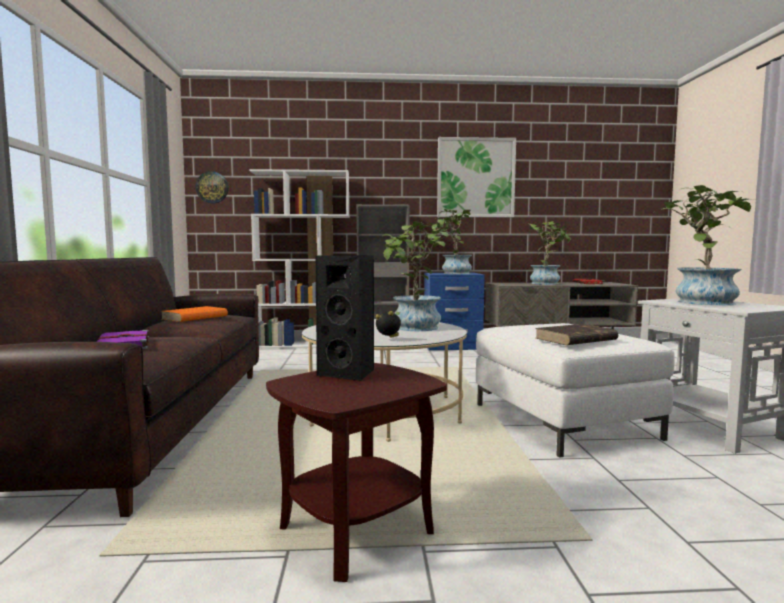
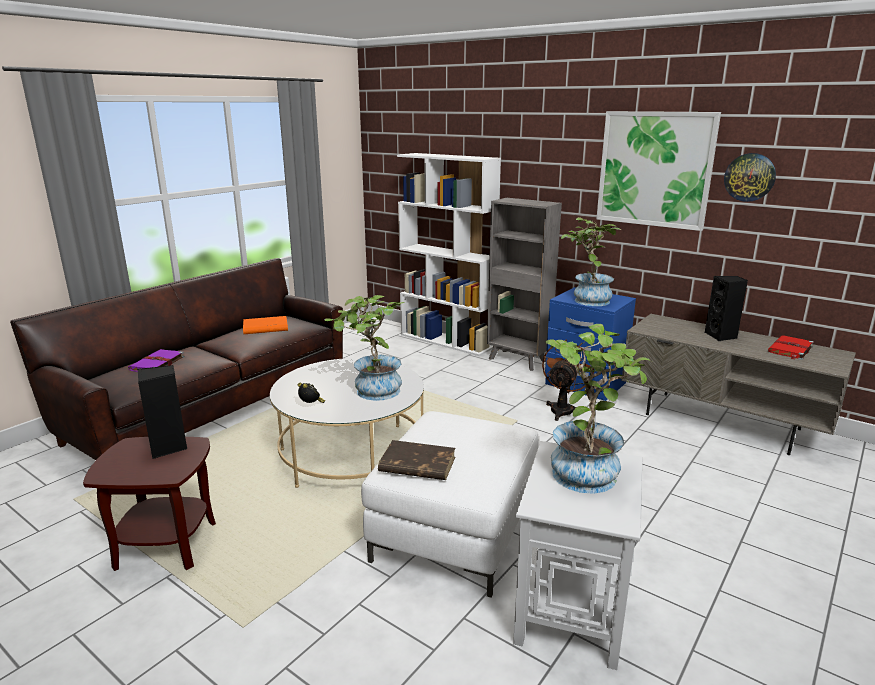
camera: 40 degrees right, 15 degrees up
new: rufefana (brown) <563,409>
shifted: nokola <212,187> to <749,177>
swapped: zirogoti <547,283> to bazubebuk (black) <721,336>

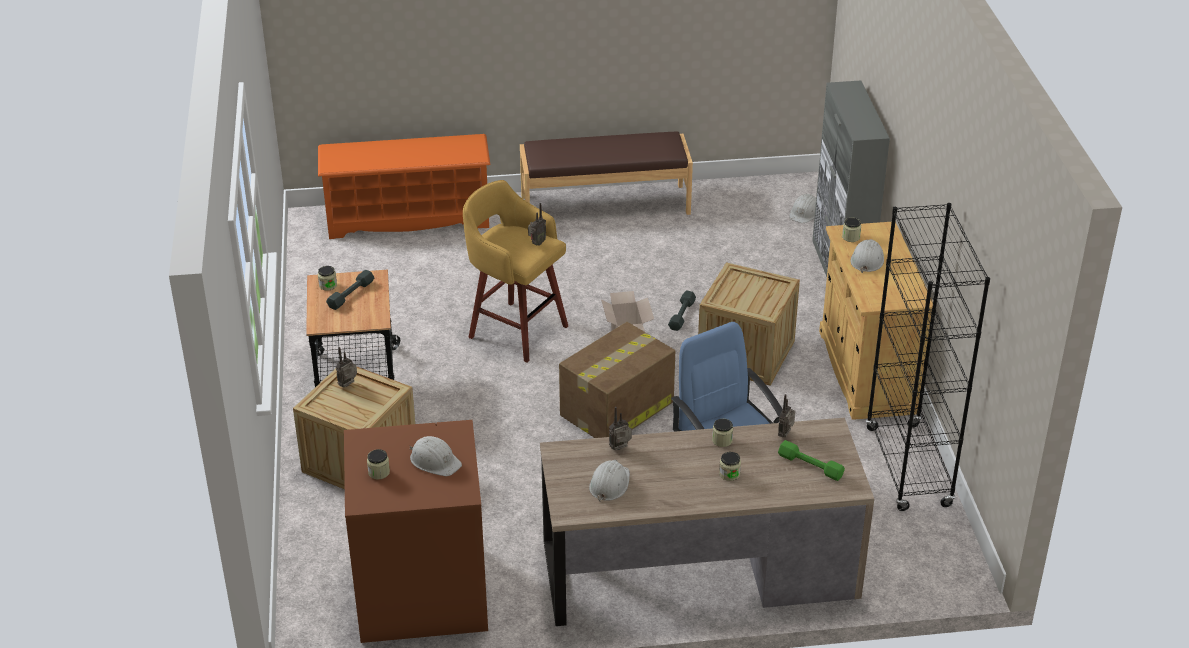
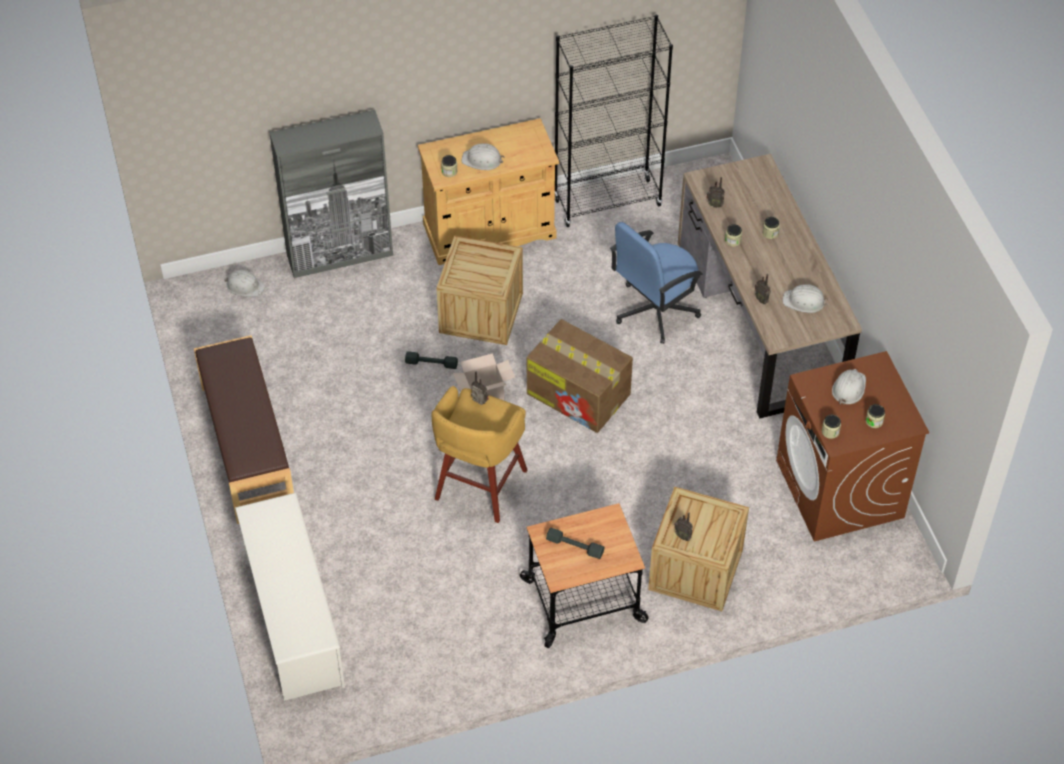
camera: 100 degrees left, 15 degrees up
gone: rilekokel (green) <810,465>
shifted: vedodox <328,285> to <830,431>
repainted: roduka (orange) <408,218> to roduka (white) <294,620>

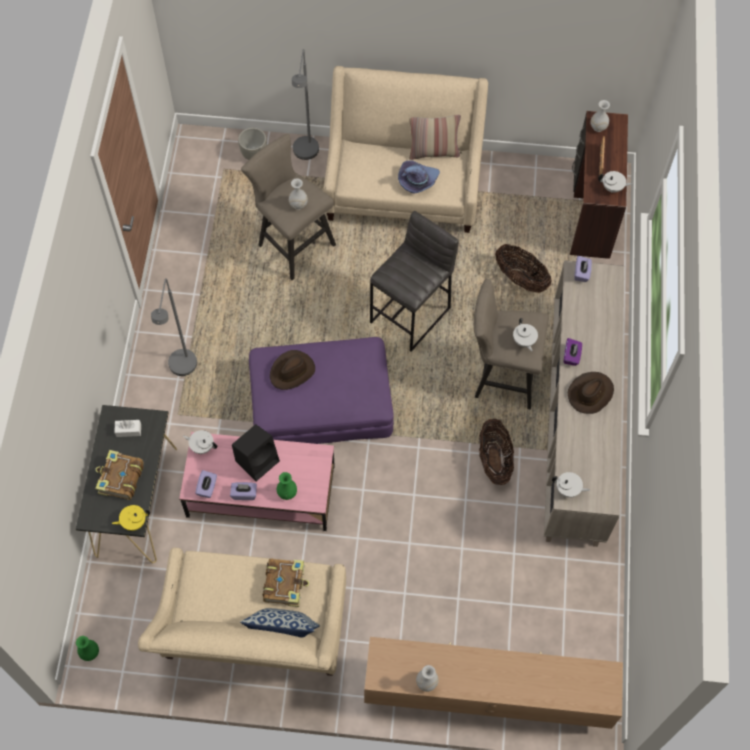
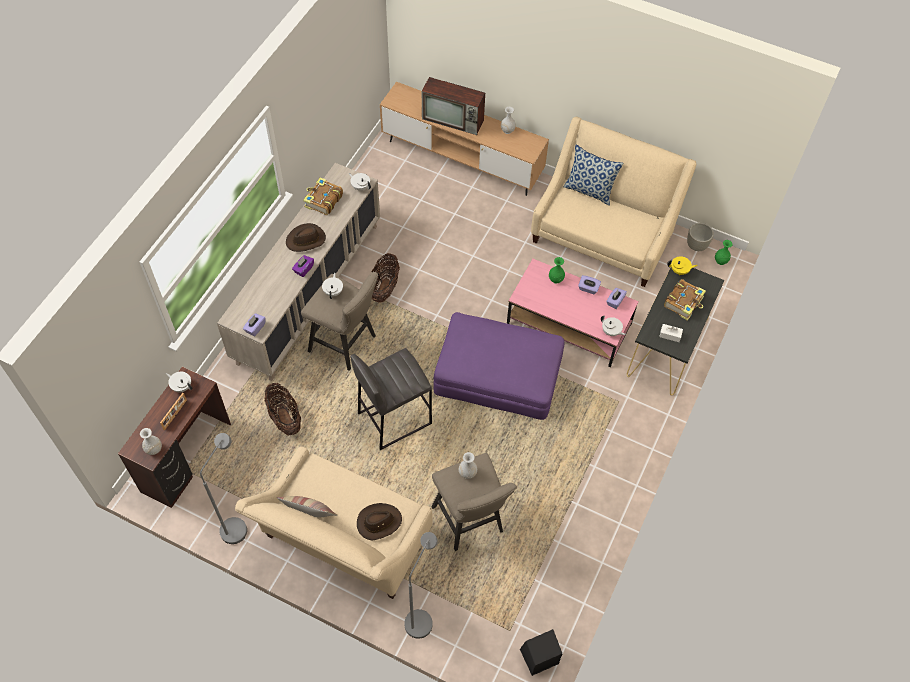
camera: 160 degrees left, 5 degrees down
gone: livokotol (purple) <417,181>
new: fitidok <454,120>
shifted: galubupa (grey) <182,371> to <237,524>; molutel <285,584> to <323,201>; livokotol (brown) <292,371> to <379,522>; bazubebuk (black) <258,460> to <538,657>; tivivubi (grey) <253,154> to <696,246>

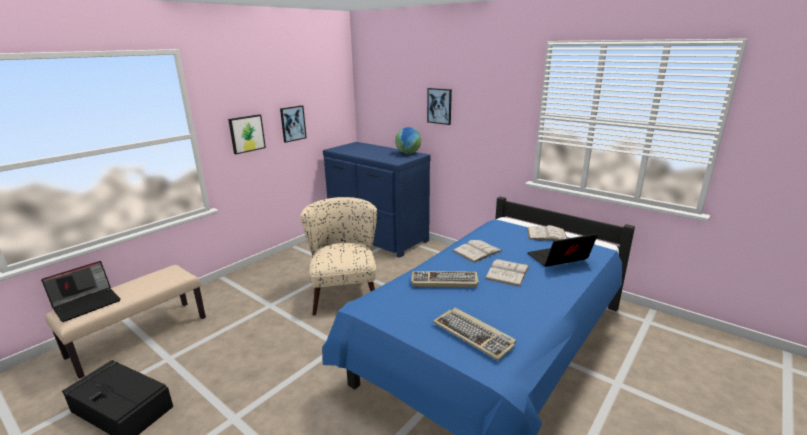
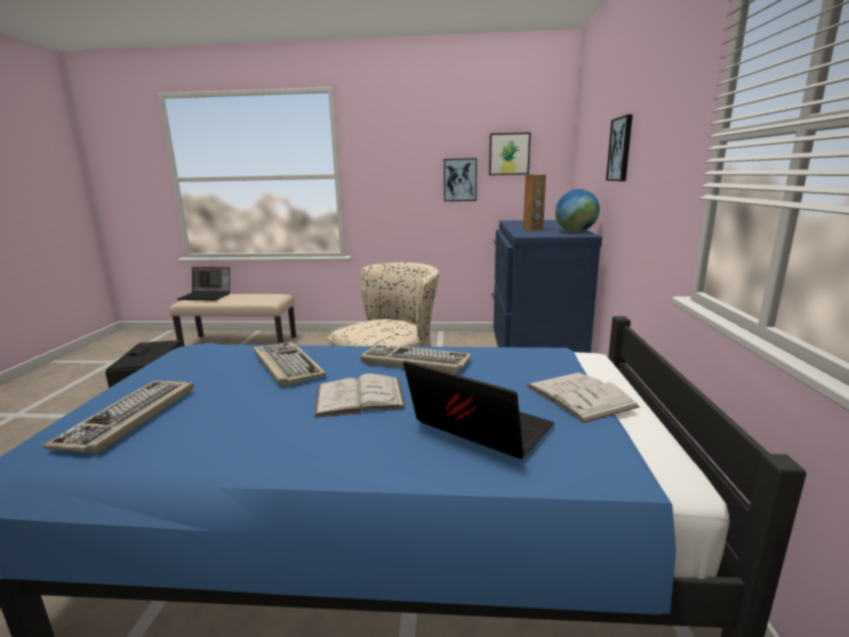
camera: 55 degrees right, 5 degrees down
new: bazubebuk (brown) <533,229>
shifted: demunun <246,133> to <509,154>
swapped: molutel (white) <477,251> to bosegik <414,362>

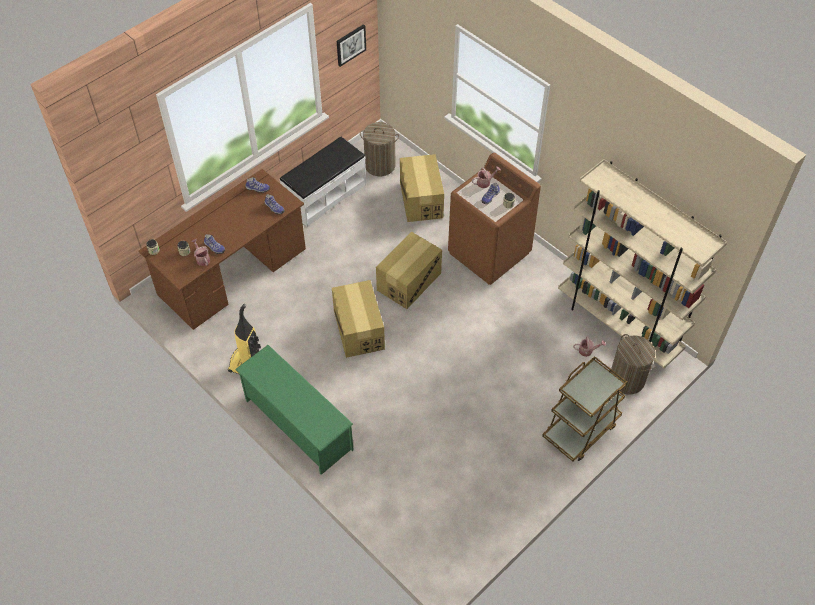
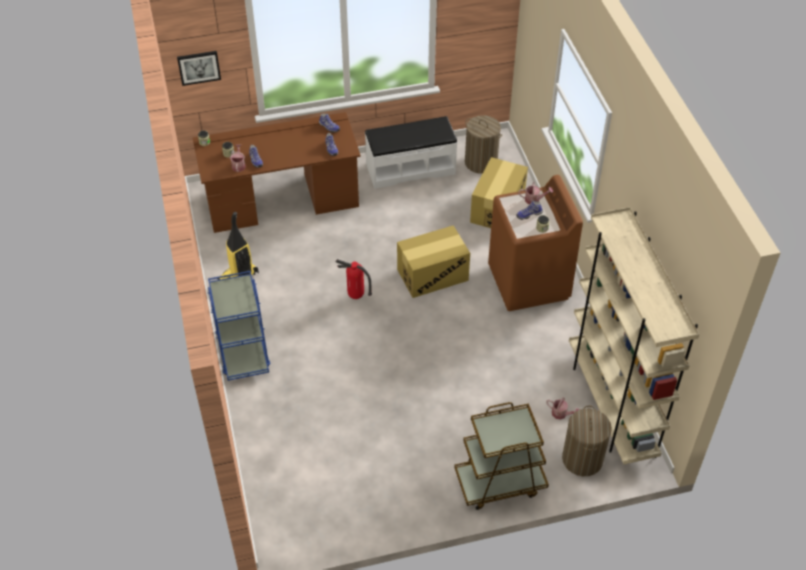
camera: 30 degrees right, 5 degrees down
shifted: demunun <350,44> to <199,67>
swapped: roduka (green) <297,424> to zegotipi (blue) <243,351>; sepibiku <359,330> to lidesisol <355,296>

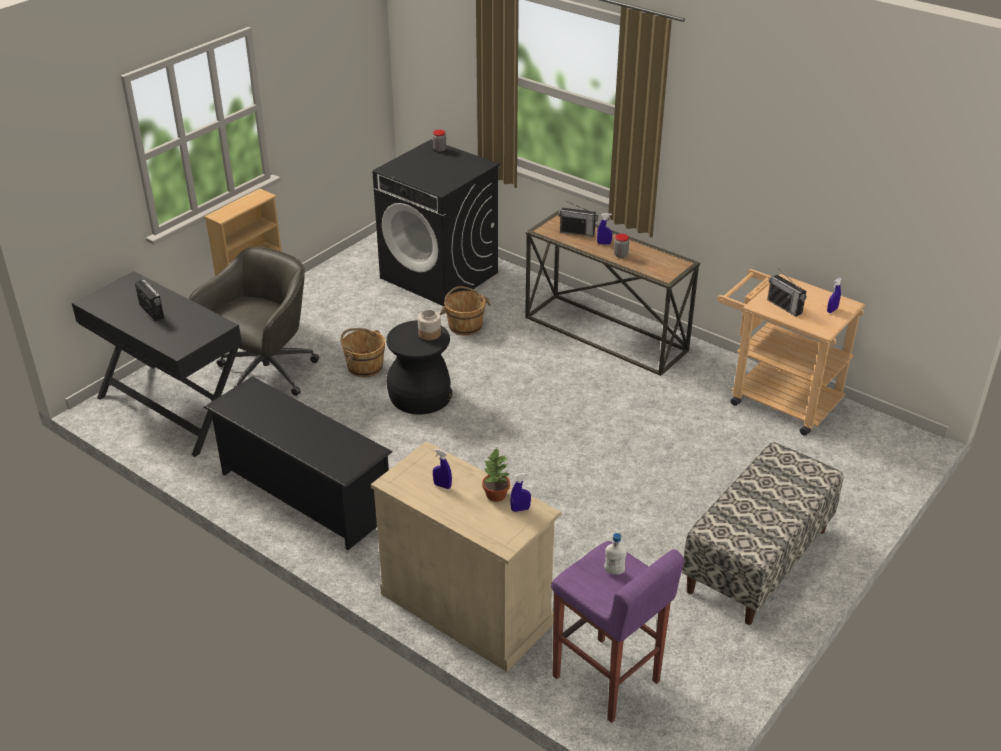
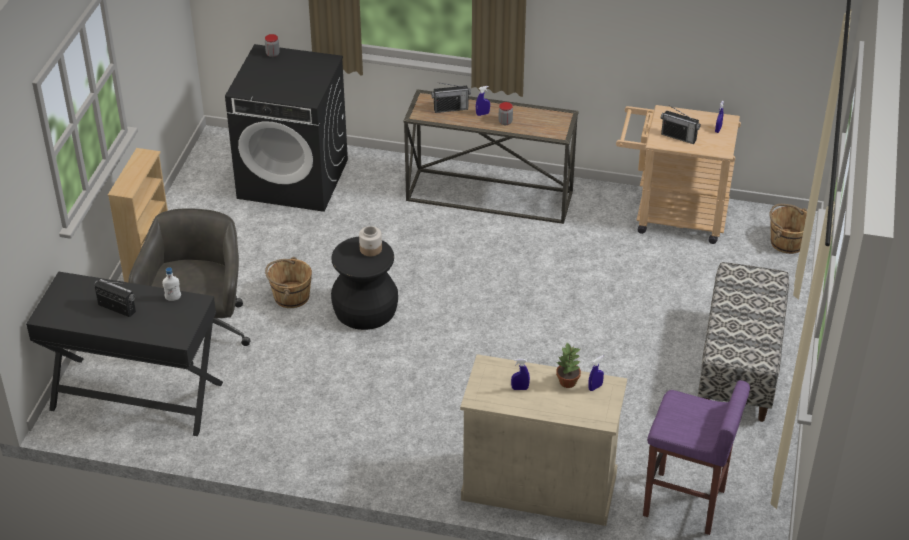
camera: 25 degrees left, 5 degrees up
gone: roduka (black) <304,494>
shifted: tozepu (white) <614,571> to <173,298>; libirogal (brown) <465,325> to <787,242>

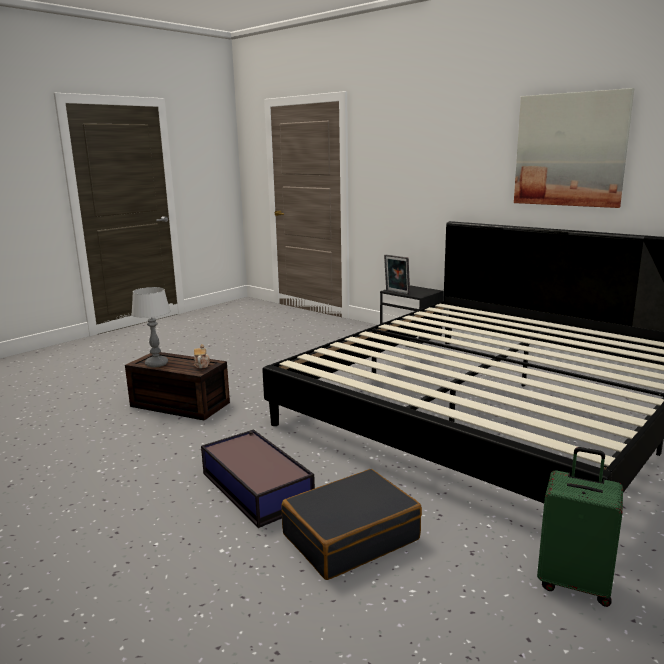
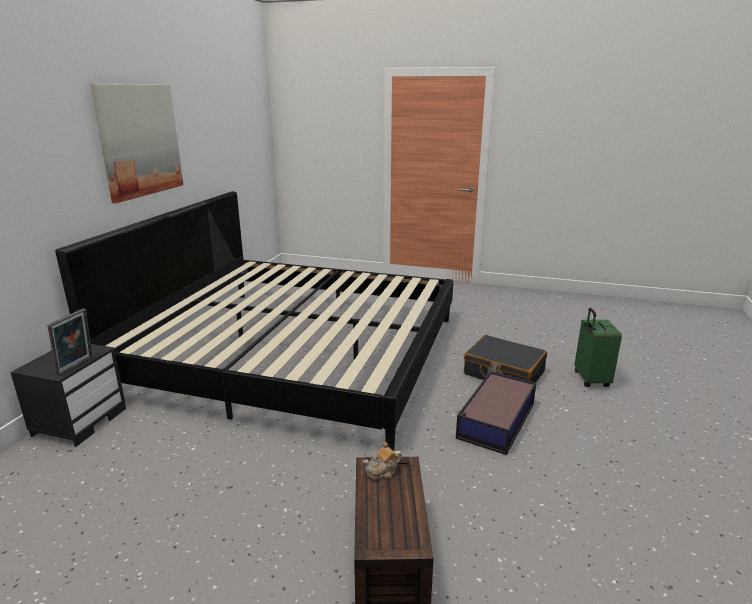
camera: 115 degrees left, 5 degrees up
gone: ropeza <157,364>
shifted: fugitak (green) <575,583> to <590,380>

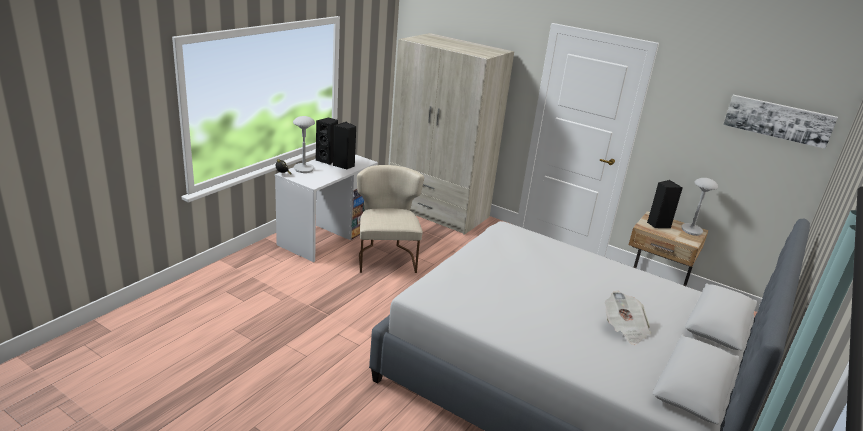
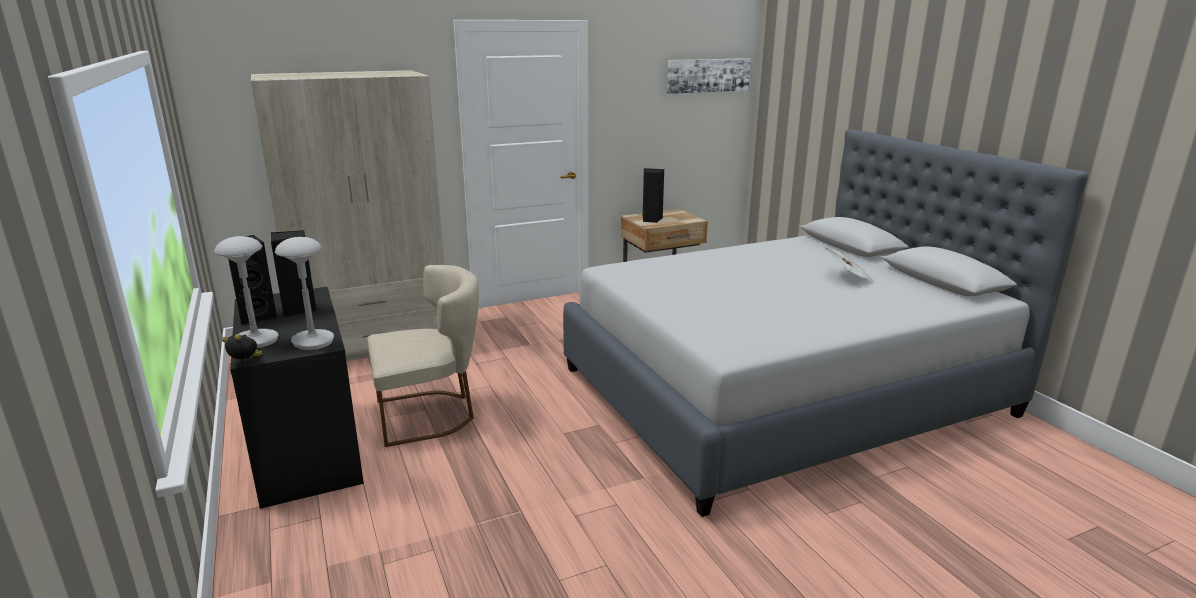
camera: 55 degrees left, 5 degrees down
shifted: ropeza (grey) <691,230> to <313,341>
repainted: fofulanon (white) <327,236> to fofulanon (black) <306,448>
rotated: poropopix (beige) <386,257> = <431,414> 135 degrees clockwise

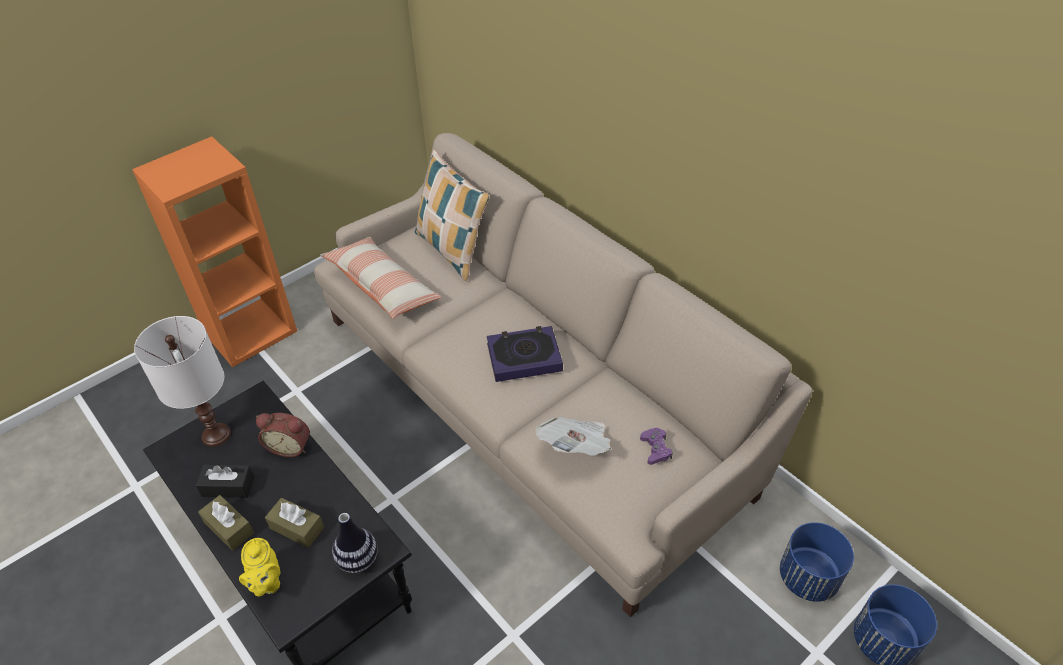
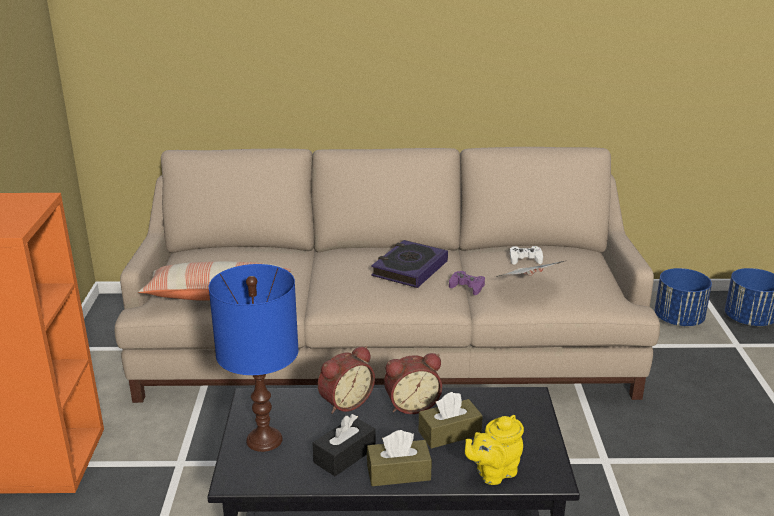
camera: 50 degrees left, 20 degrees down
gone: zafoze <358,559>; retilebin <452,250>
new: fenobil <411,404>; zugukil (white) <525,259>
shifted: zugukil (purple) <655,449> to <467,287>
repainted: ropeza (white) <215,434> to ropeza (blue) <263,440>
rotated: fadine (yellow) <266,582> = <493,473> 120 degrees clockwise

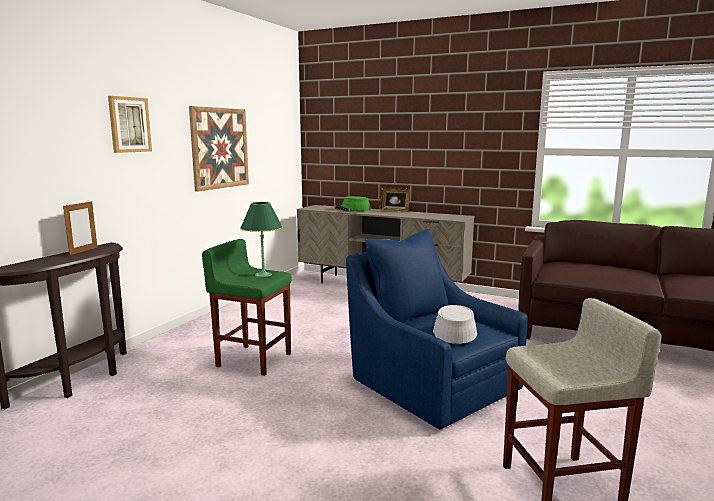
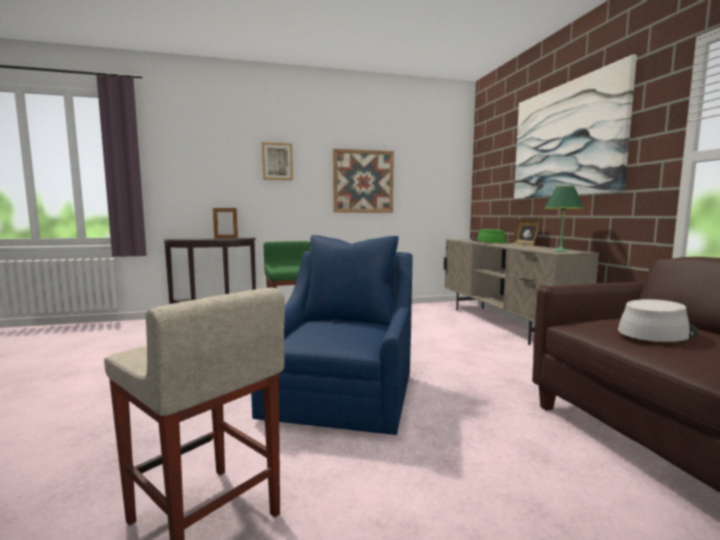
camera: 50 degrees right, 5 degrees down
new: demunun <565,140>
shifted: ropeza (green) <263,275> to <560,251>; livokotol (grey) <454,331> to <656,331>

